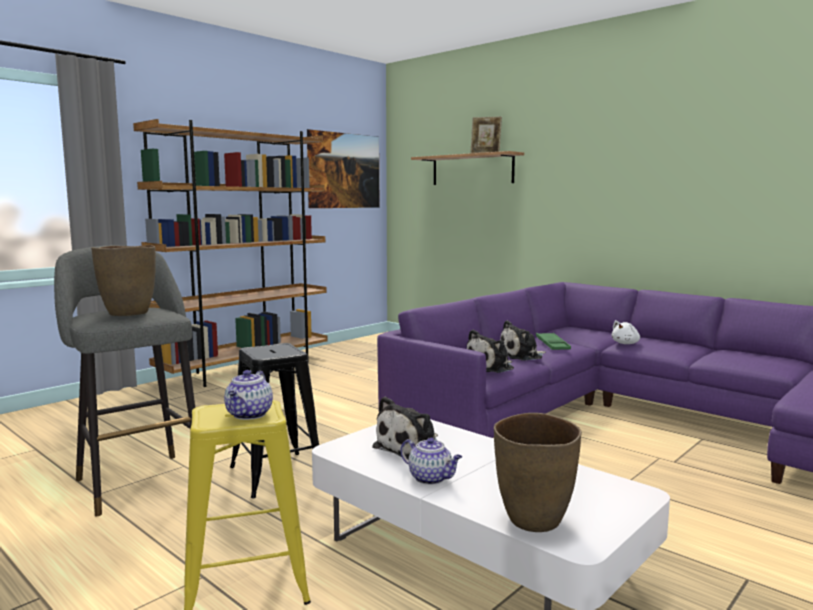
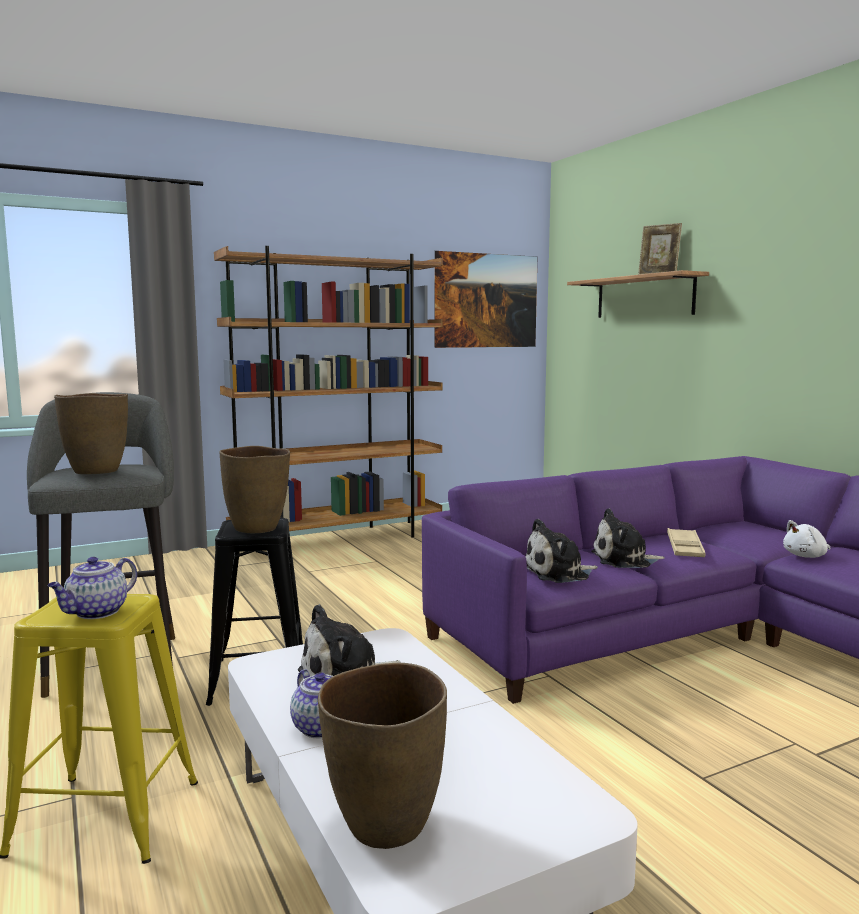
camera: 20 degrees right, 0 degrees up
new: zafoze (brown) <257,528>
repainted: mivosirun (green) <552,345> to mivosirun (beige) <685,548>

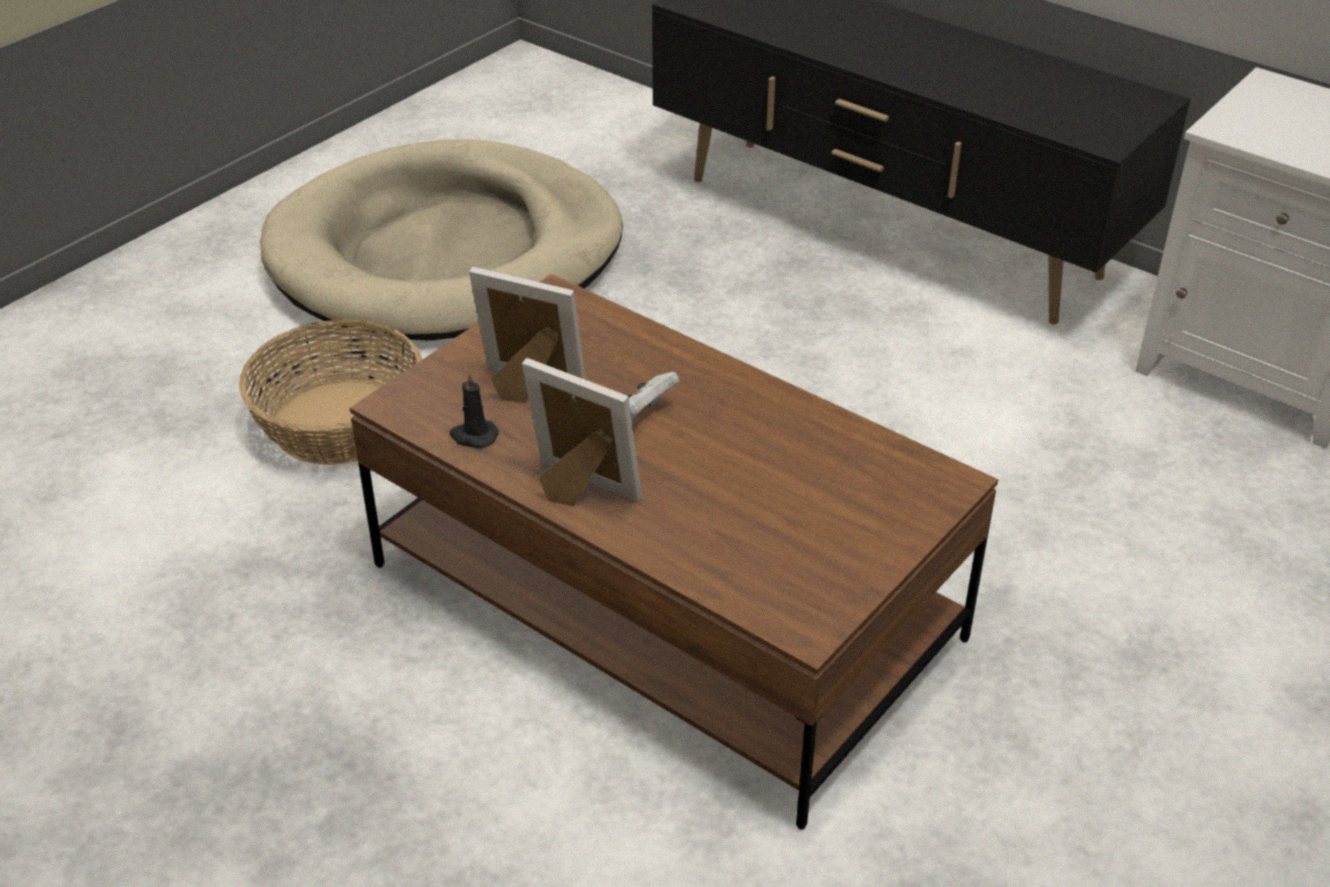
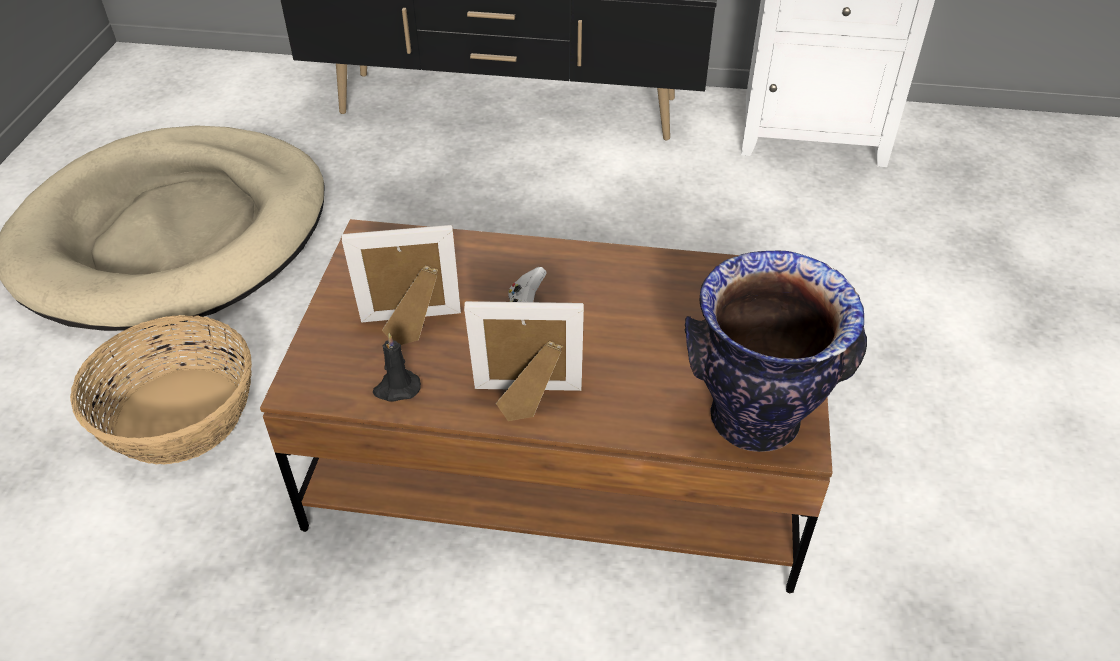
camera: 30 degrees left, 5 degrees up
new: zafoze <754,421>

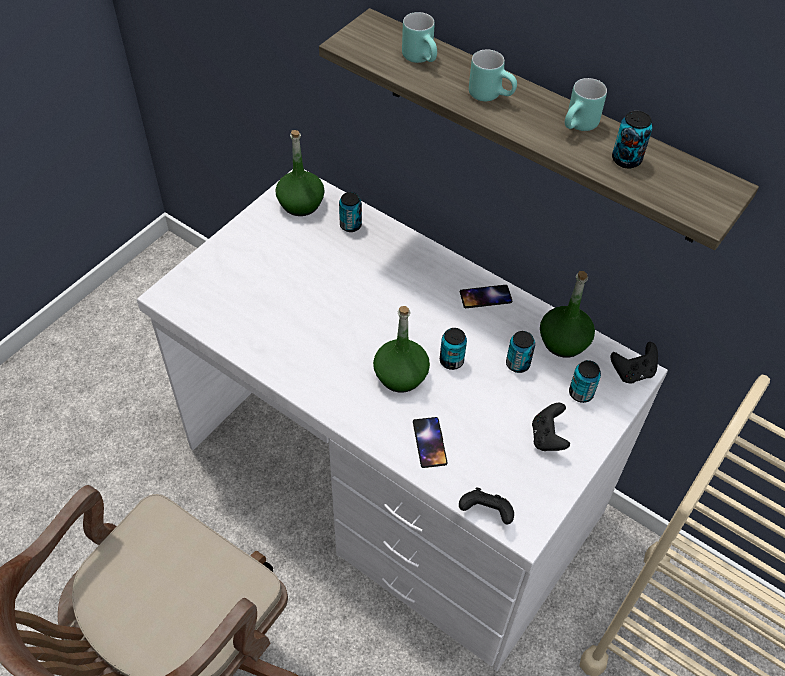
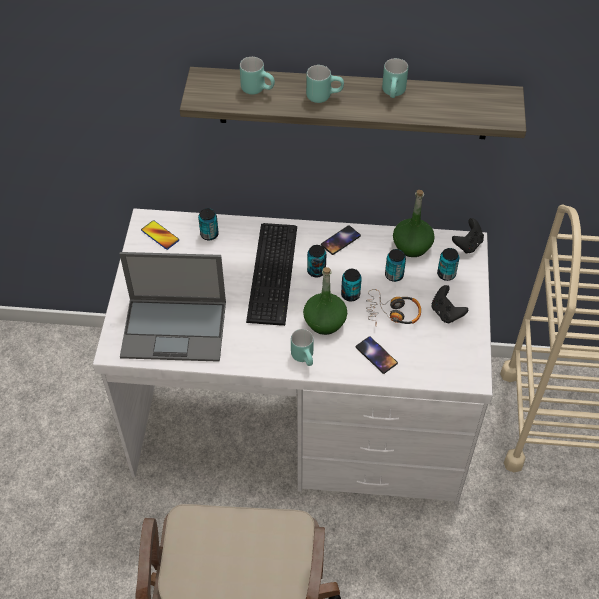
camera: 30 degrees left, 0 degrees up
gone: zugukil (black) <486,513>
new: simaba <175,329>; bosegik <275,272>; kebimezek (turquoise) <305,357>; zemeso <392,313>
shifted: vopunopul <626,159> to <316,271>
swapped: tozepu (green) <301,203> to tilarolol <160,235>

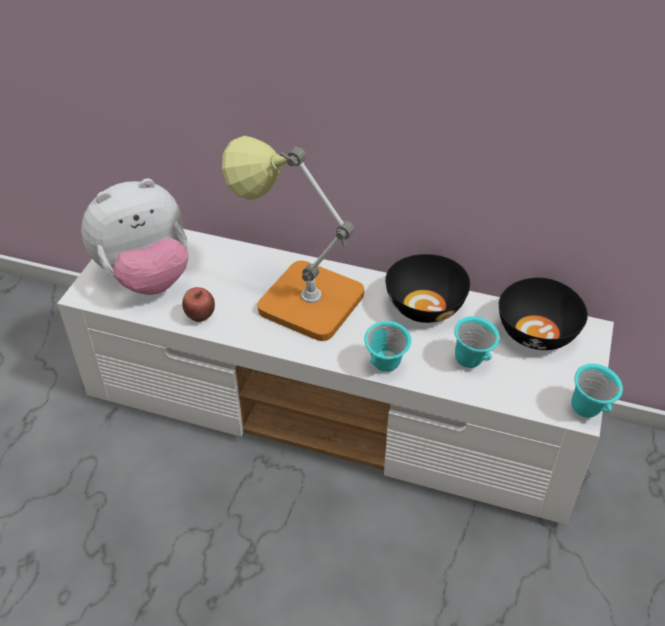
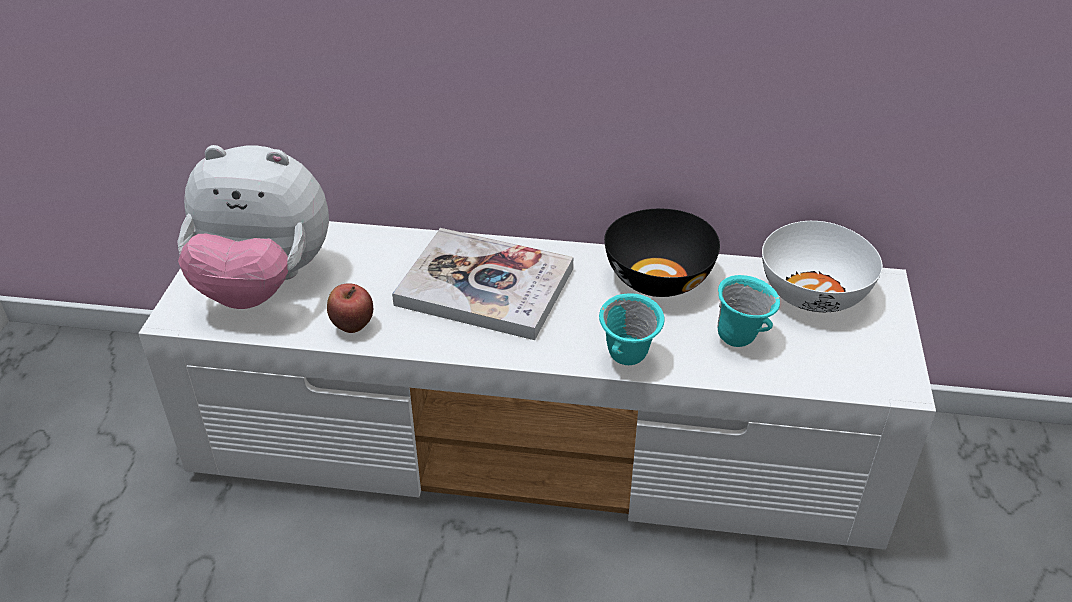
camera: 10 degrees left, 5 degrees down
gone: kebimezek (turquoise) <588,411>
swapped: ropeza <298,297> to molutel <485,287>
repainted: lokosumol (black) <536,332> to lokosumol (white) <812,293>
rotated: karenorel <146,277> = <263,285> 45 degrees clockwise

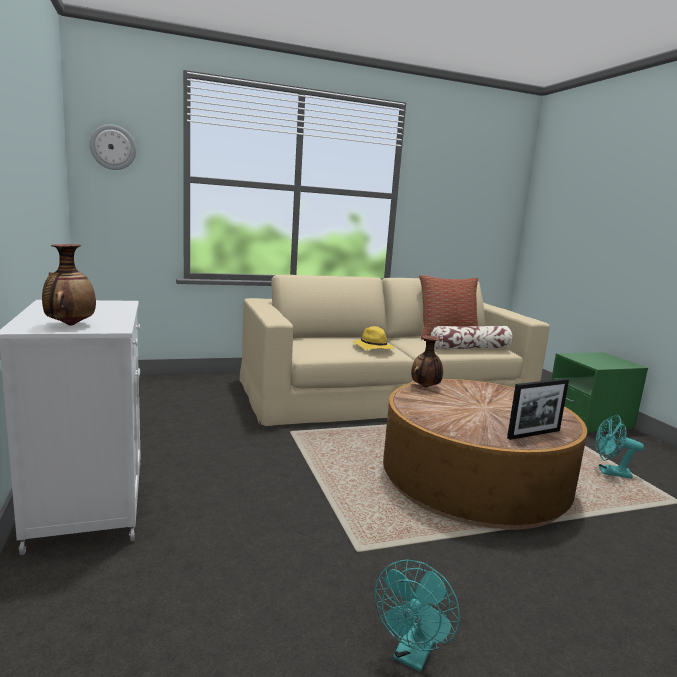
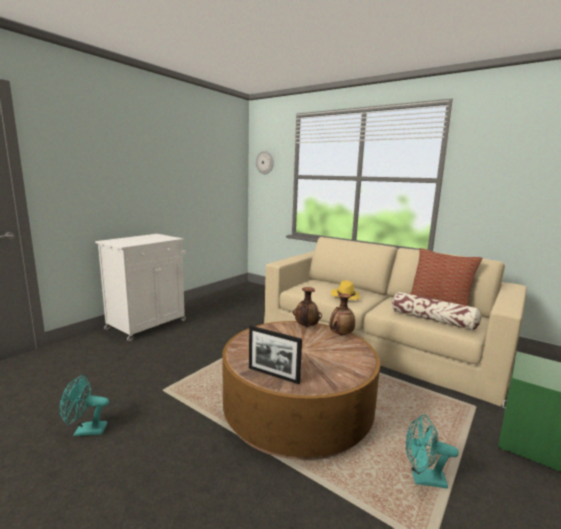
camera: 55 degrees right, 0 degrees up
shifted: zafoze <70,325> to <341,334>
rotated: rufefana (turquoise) <609,473> = <423,479> 60 degrees counterclockwise

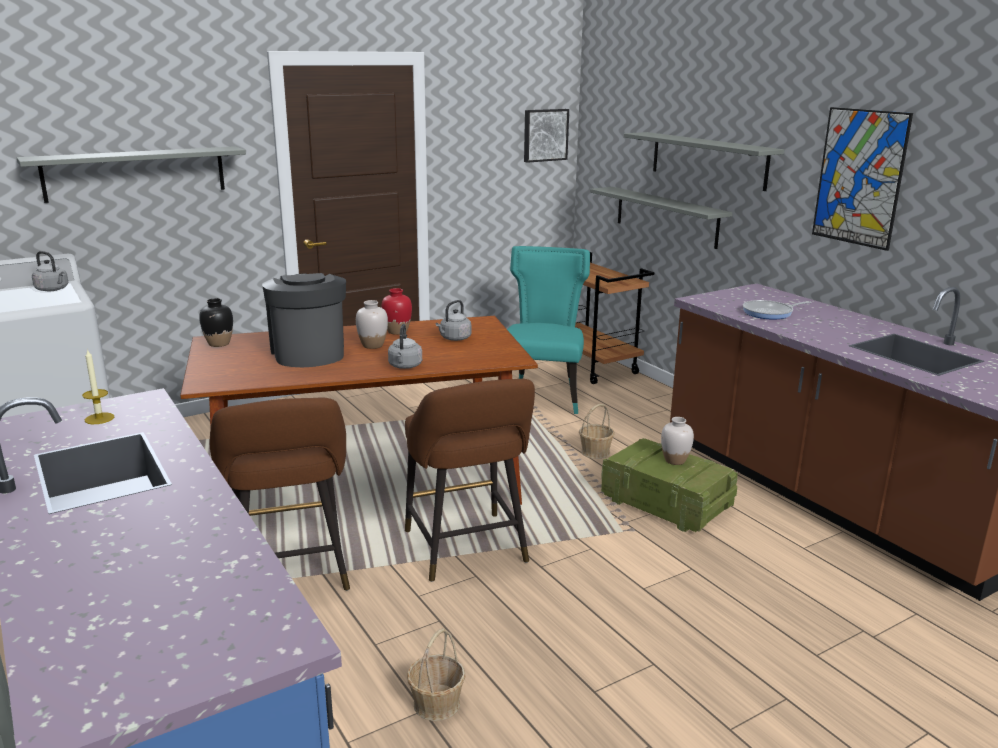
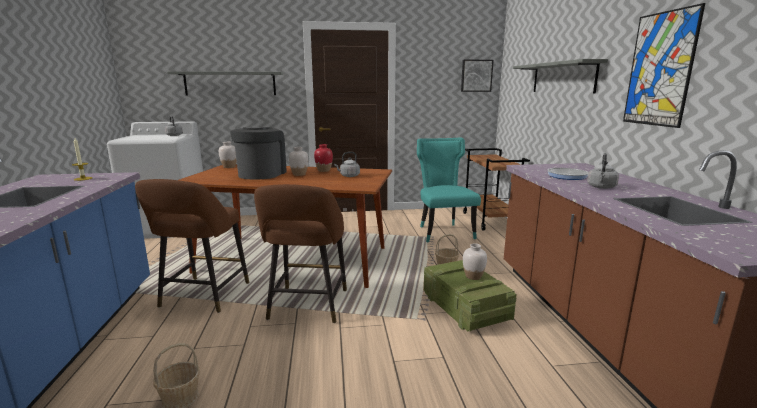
camera: 25 degrees right, 5 degrees down
gone: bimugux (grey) <666,216>
shifted: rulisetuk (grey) <405,366> to <601,187>
repainted: zafoze (black) <219,343> to zafoze (white) <229,167>
rotated: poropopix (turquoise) <542,396> = <443,232> 45 degrees counterclockwise

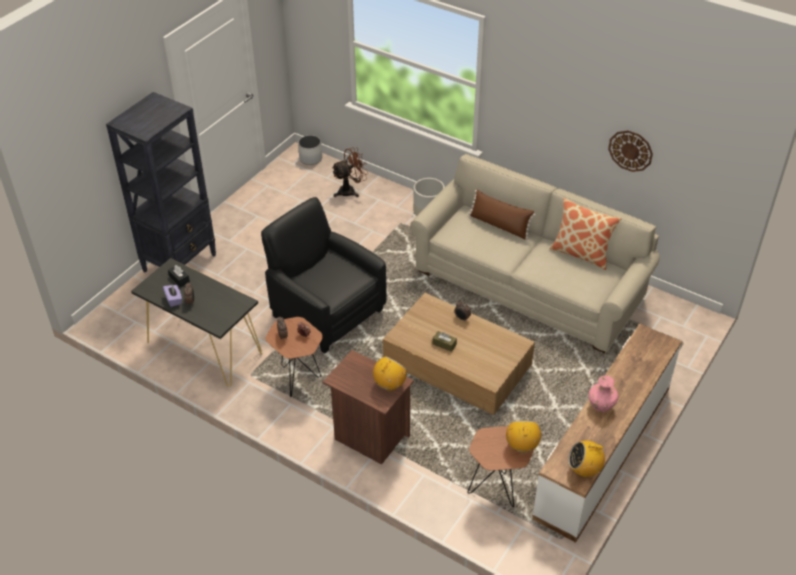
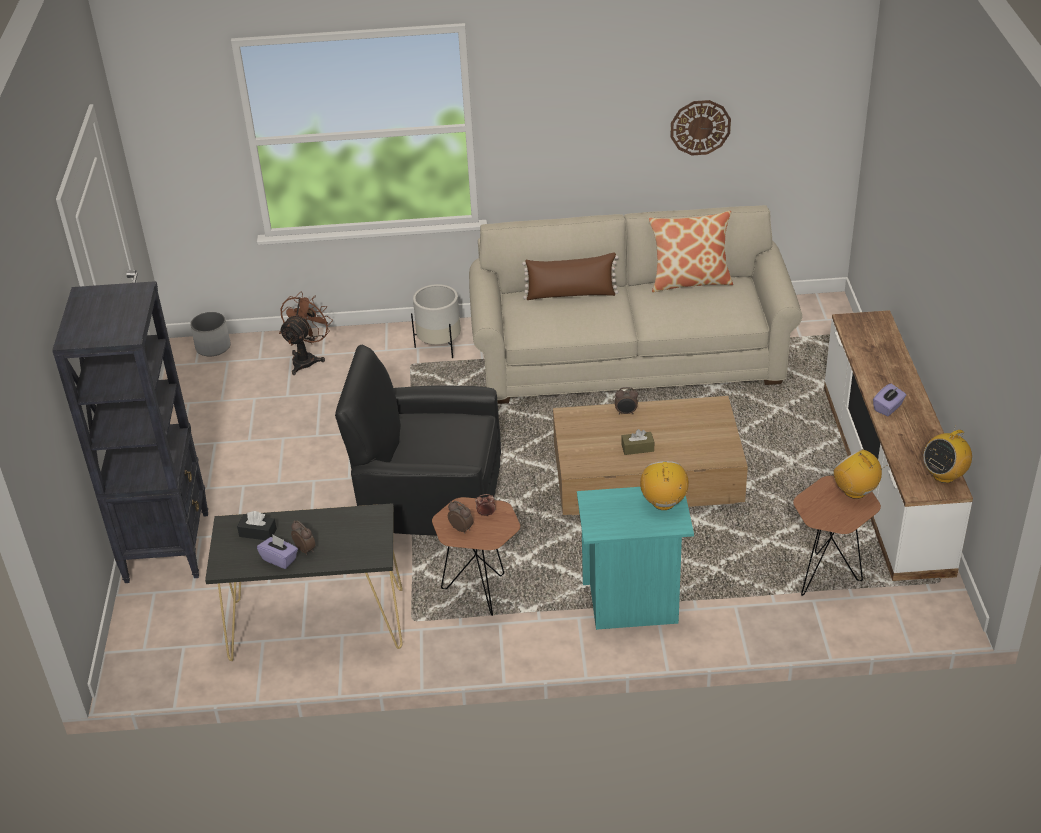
camera: 35 degrees left, 5 degrees down
swapped: zafoze (pink) <601,405> to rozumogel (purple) <888,408>
repainted: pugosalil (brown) <369,437> to pugosalil (turquoise) <632,603>

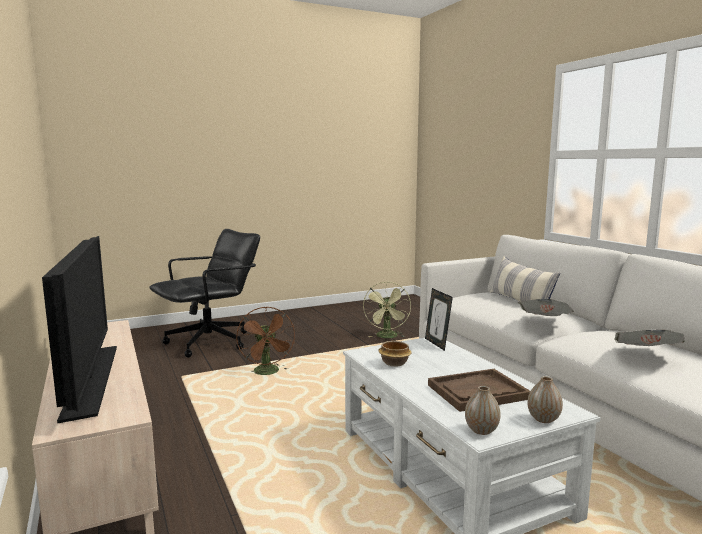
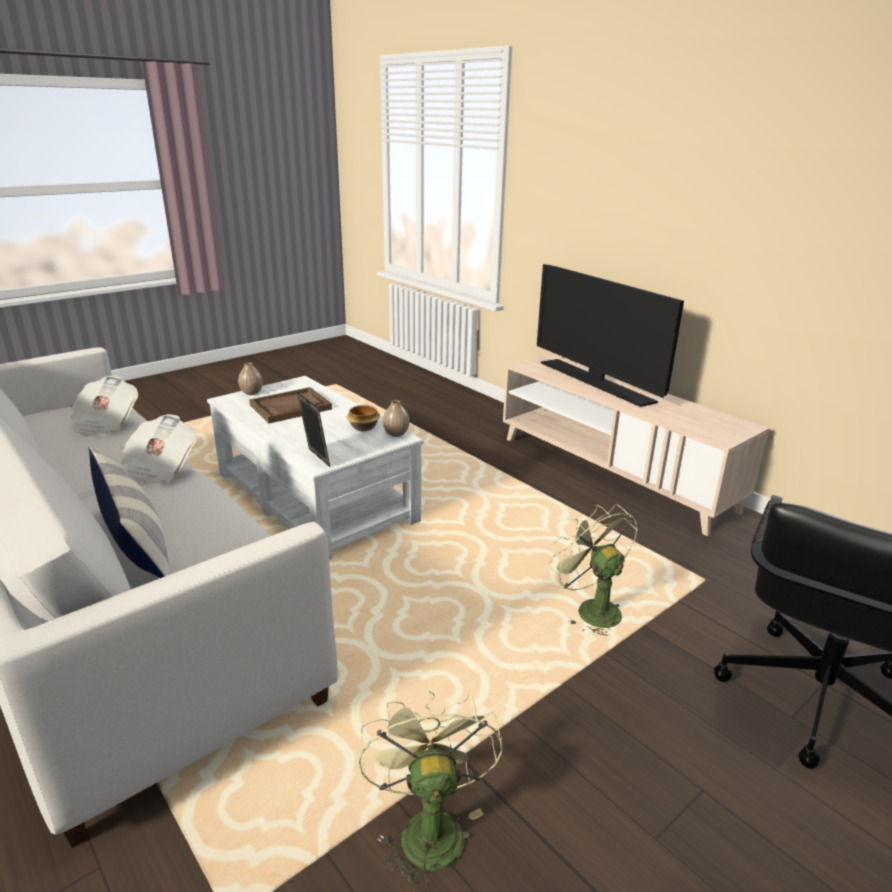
camera: 165 degrees right, 15 degrees up
shifted: zafoze <481,430> to <396,434>
repainted: rufefana (brown) <268,373> to rufefana (green) <590,609>

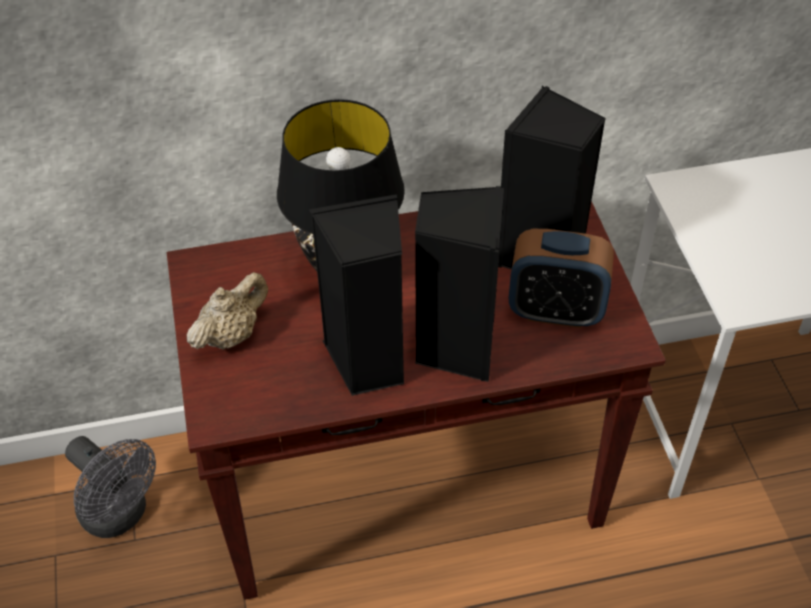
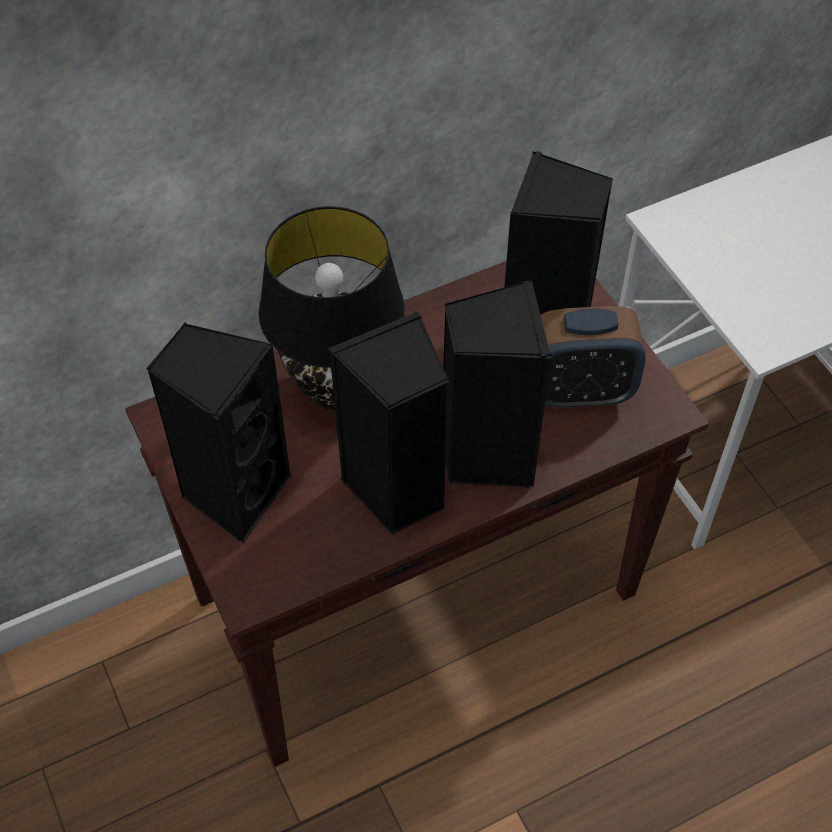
camera: 15 degrees left, 5 degrees up
gone: rufefana (grey) <120,515>
swapped: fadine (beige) <231,335> to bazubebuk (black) <234,492>

